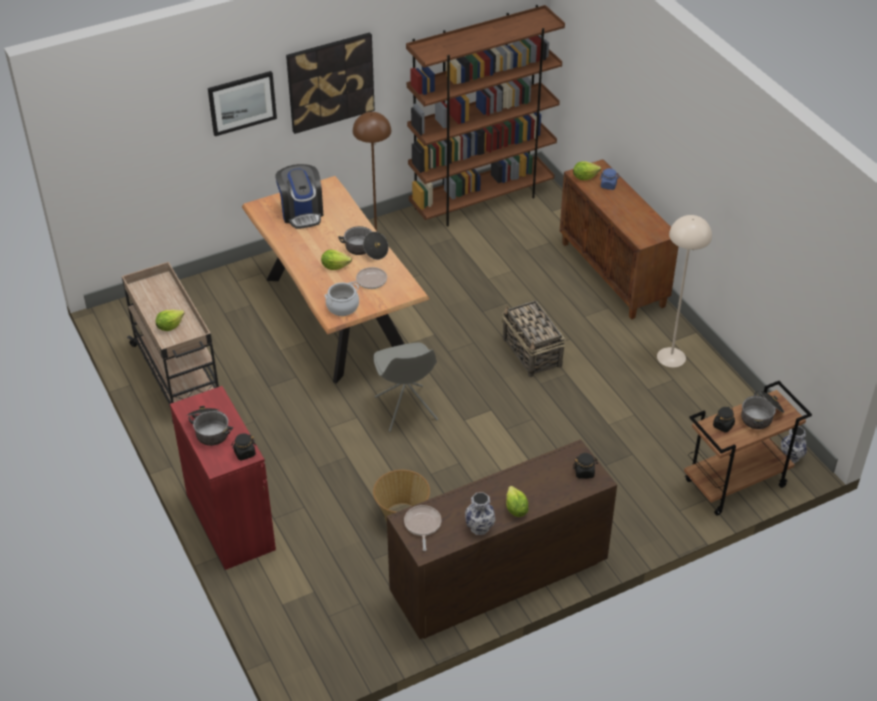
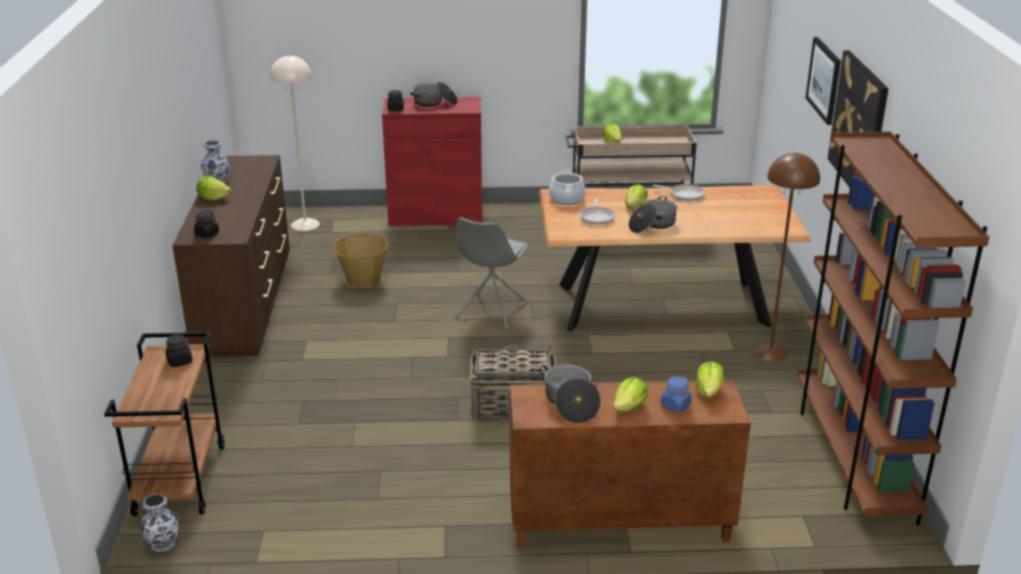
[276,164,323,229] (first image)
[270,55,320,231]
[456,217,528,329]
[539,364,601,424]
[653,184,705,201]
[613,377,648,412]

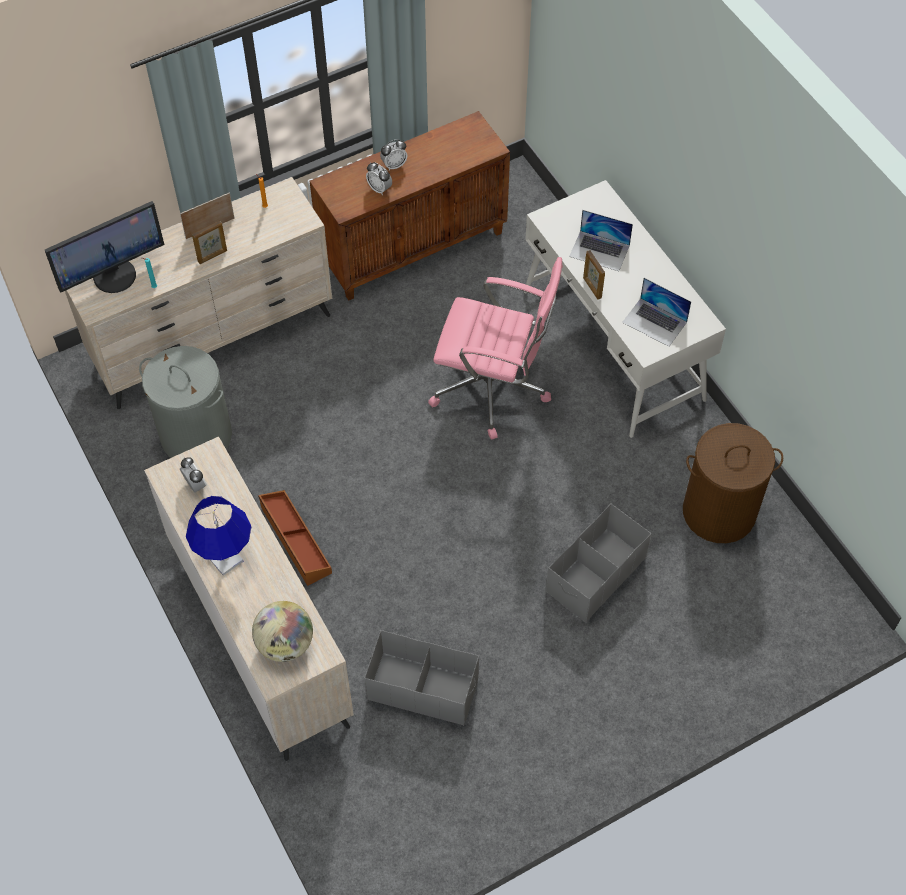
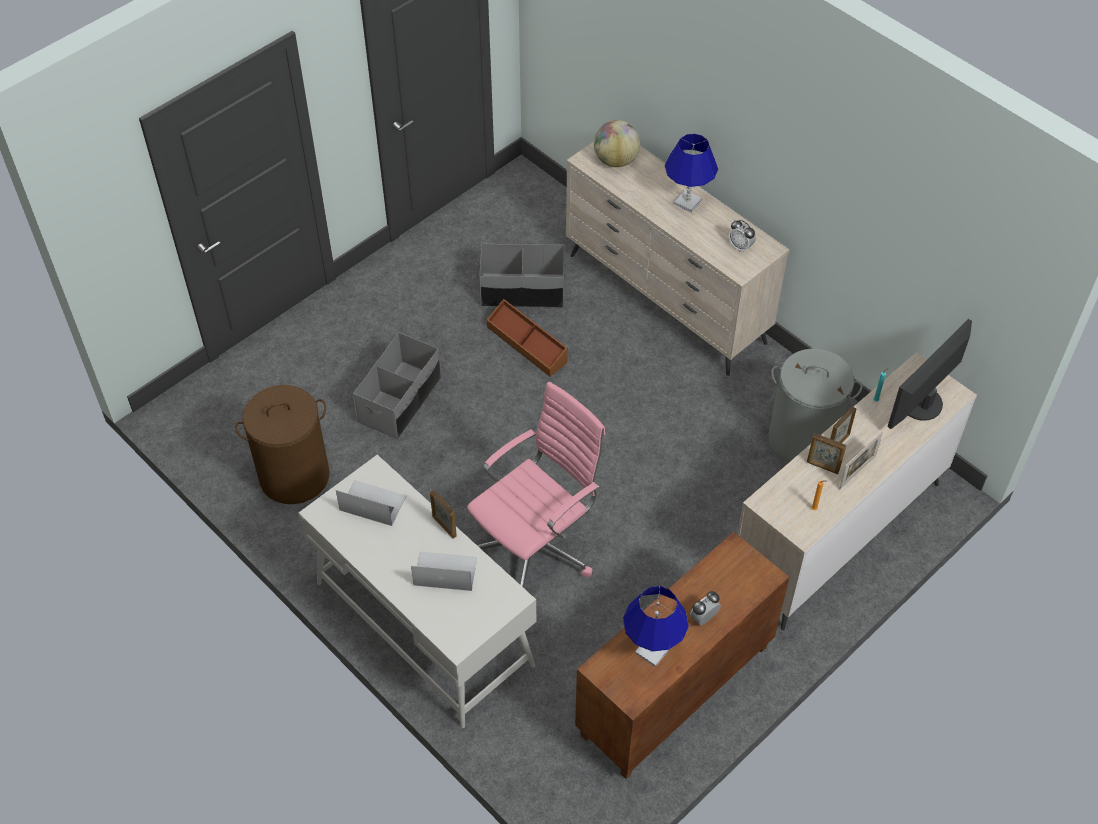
[366,162,392,195] (first image)
[467,382,605,588]
[487,299,568,377]
[807,433,847,474]
[623,586,689,667]

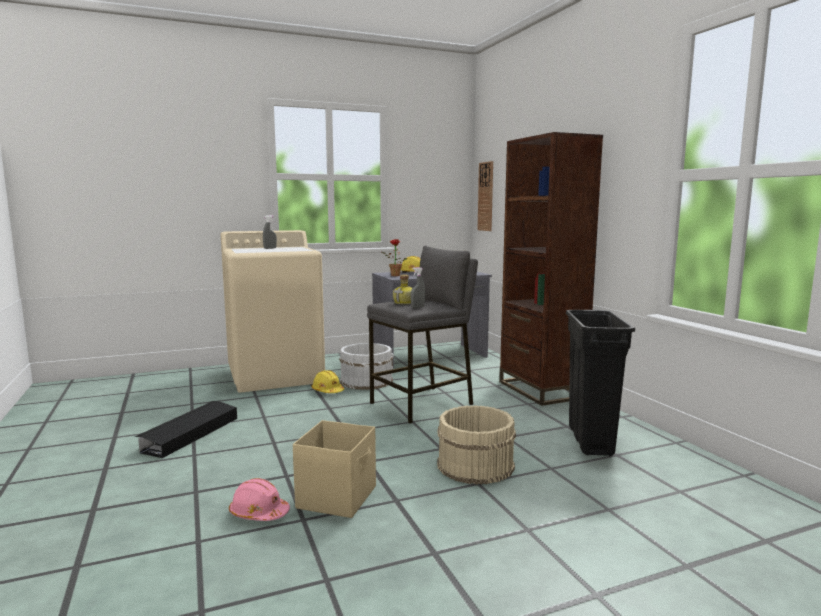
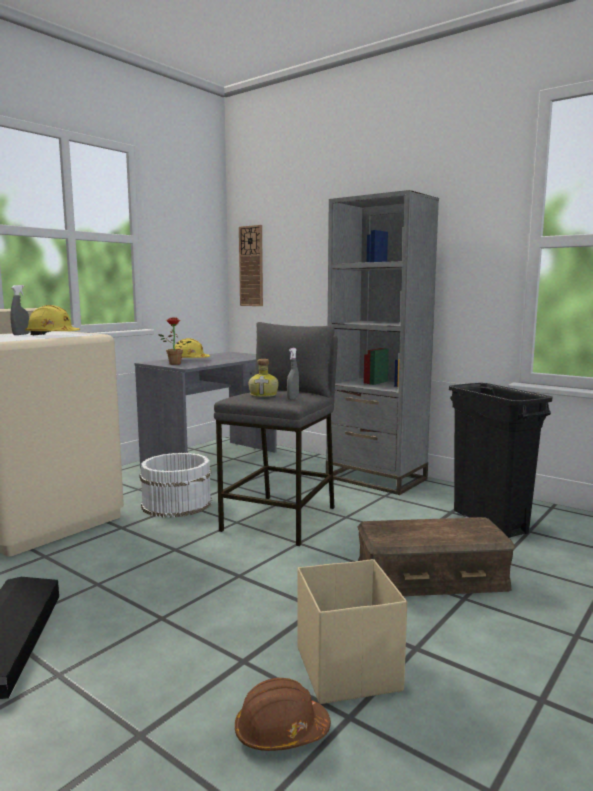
[326,190,439,495]
[25,305,80,335]
[358,517,515,596]
[235,678,331,751]

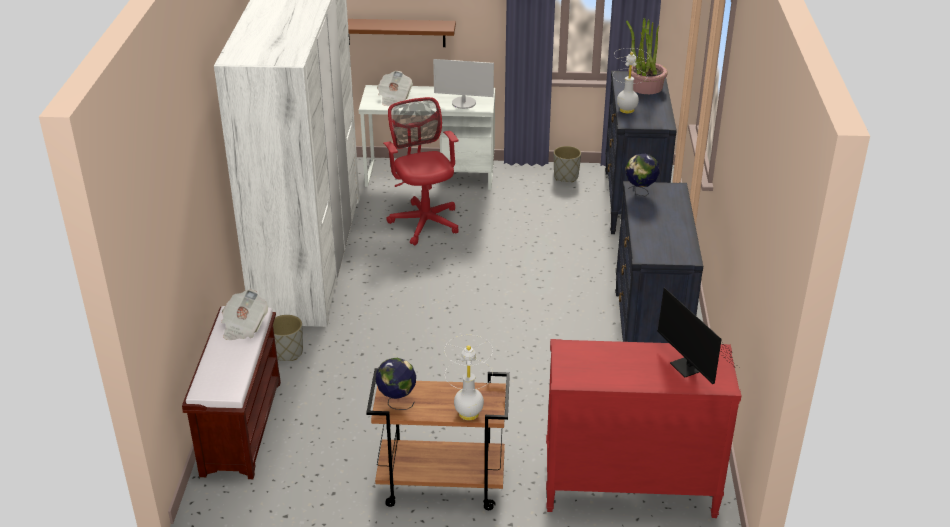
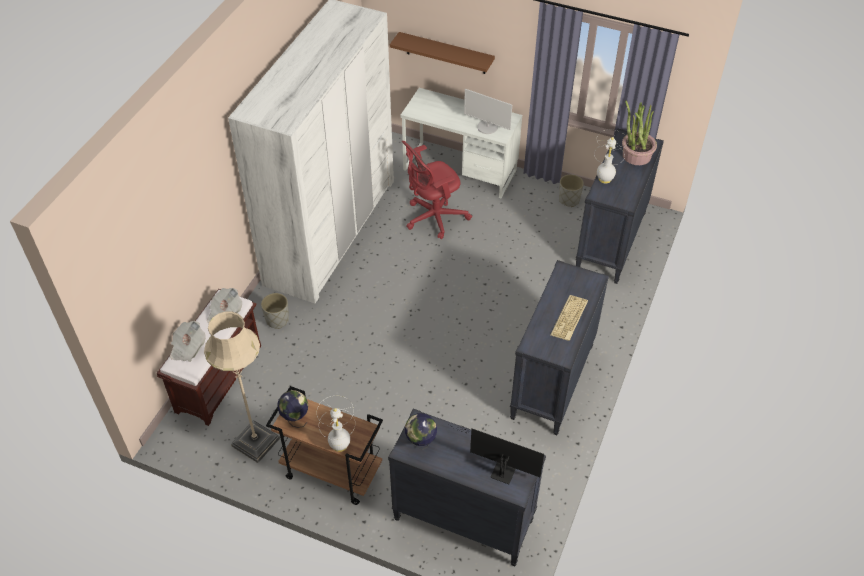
[170,321,206,362]
[402,141,472,239]
[405,413,437,450]
[449,425,544,484]
[388,408,546,566]
[550,295,588,341]
[204,311,280,463]

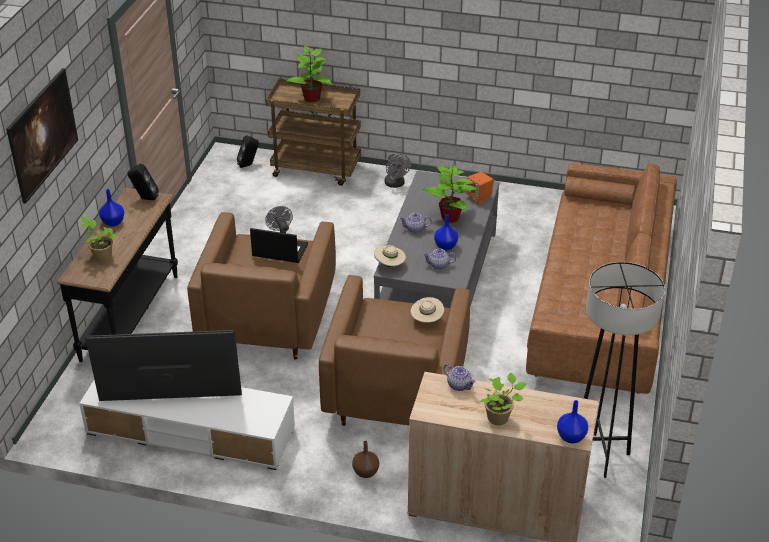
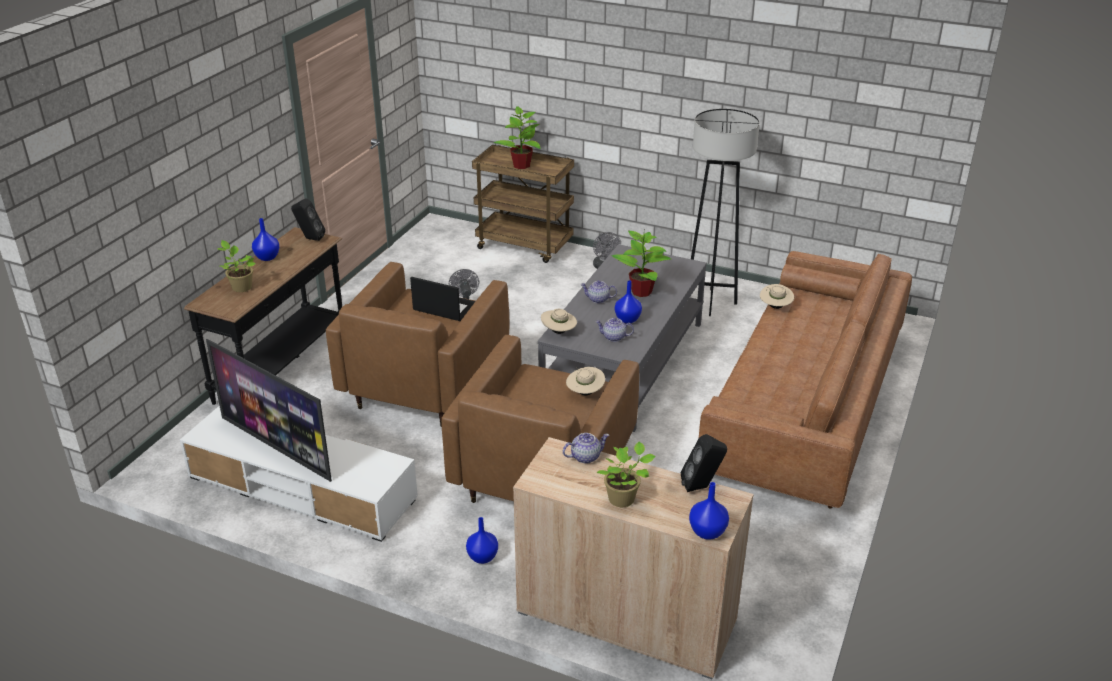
[6,68,78,203] (first image)
[681,434,727,492]
[465,172,494,204] (first image)
[691,109,760,316]
[206,339,332,482]
[563,433,609,464]
[466,517,498,564]
[760,284,794,309]

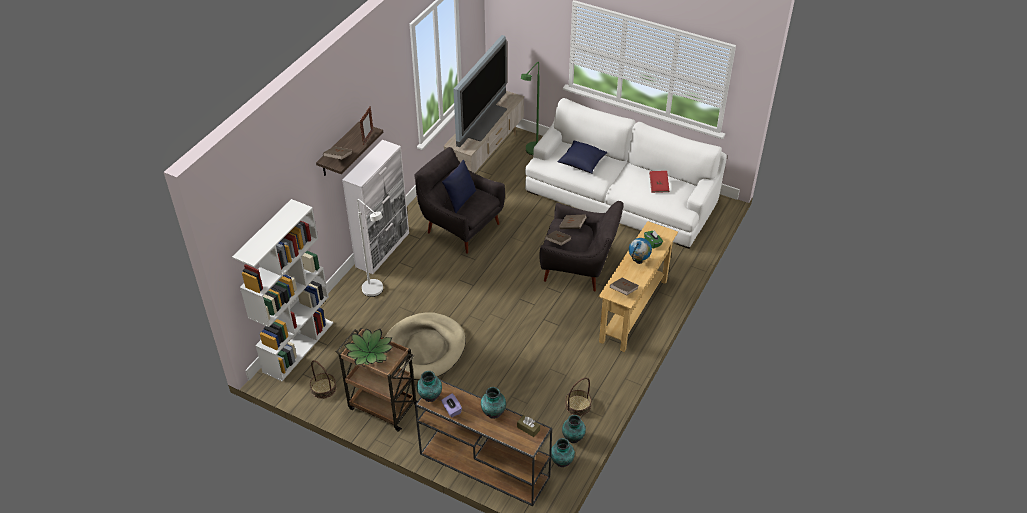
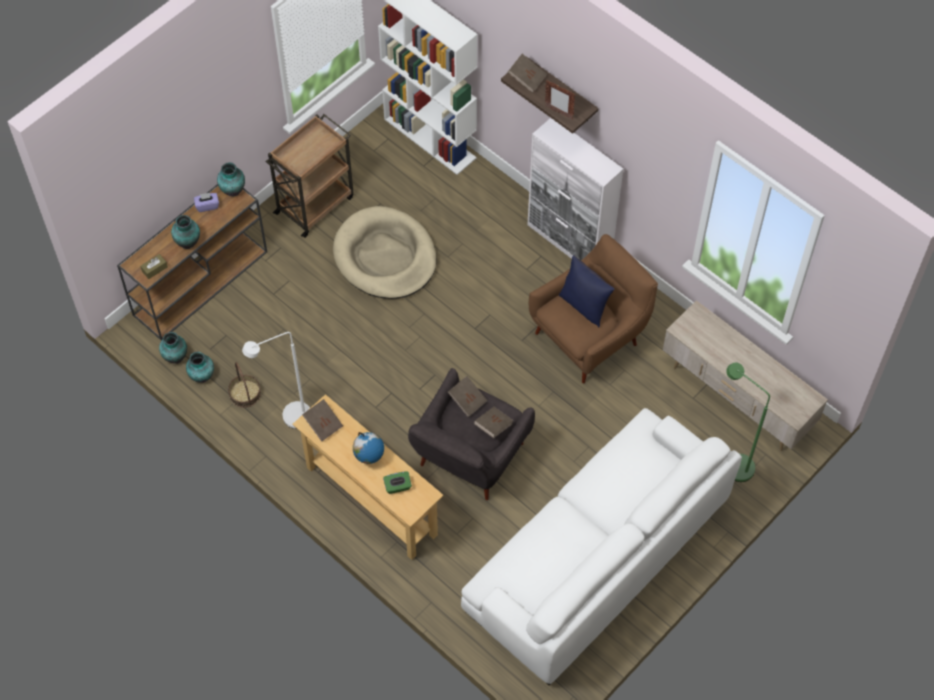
[453,35,507,147] (first image)
[558,140,608,174] (first image)
[529,234,658,383]
[649,171,669,193] (first image)
[242,332,310,429]
[344,328,393,367] (first image)
[310,360,337,399] (first image)

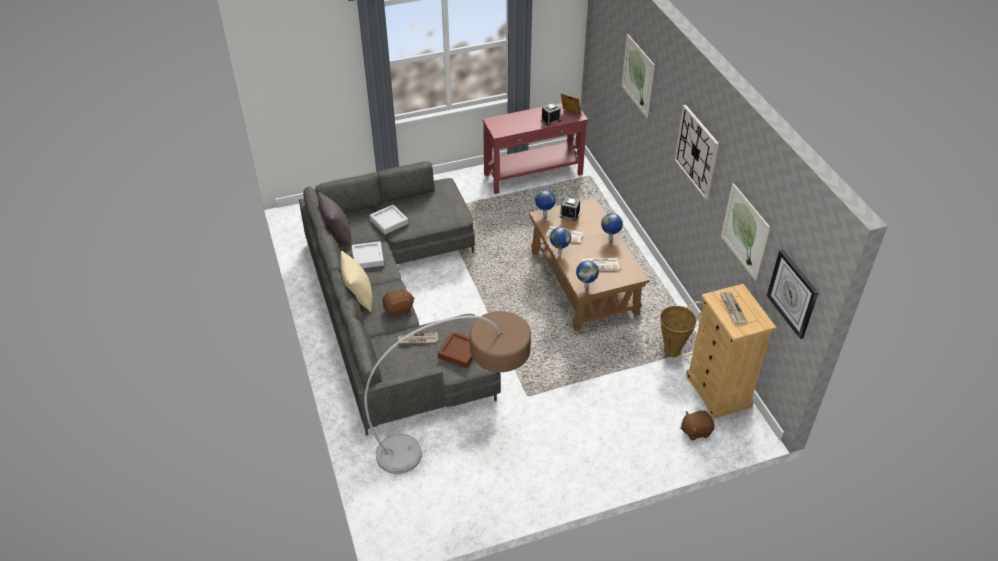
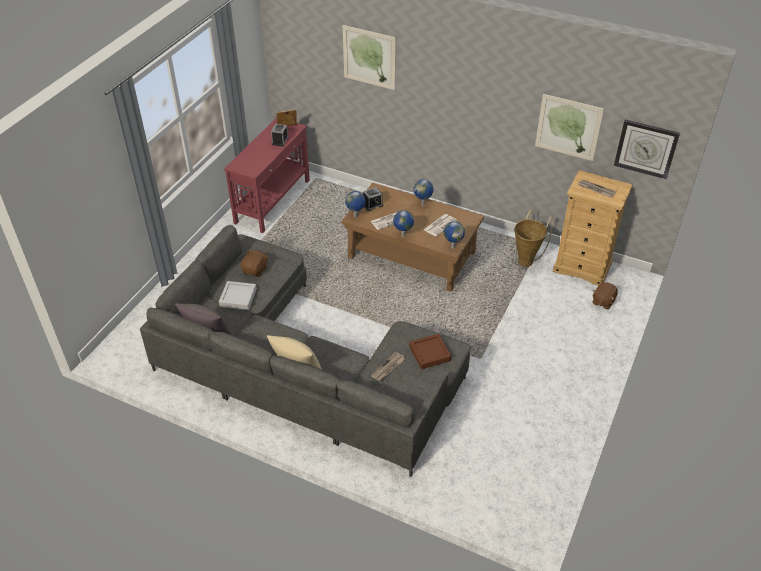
[674,105,719,200] (first image)
[352,241,384,268] (first image)
[241,250,268,277]
[364,311,531,474] (first image)

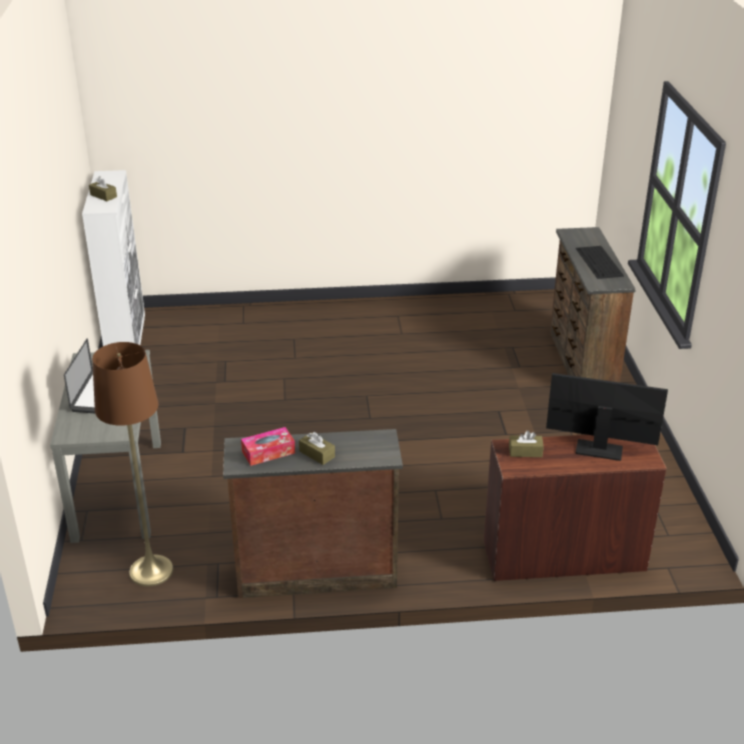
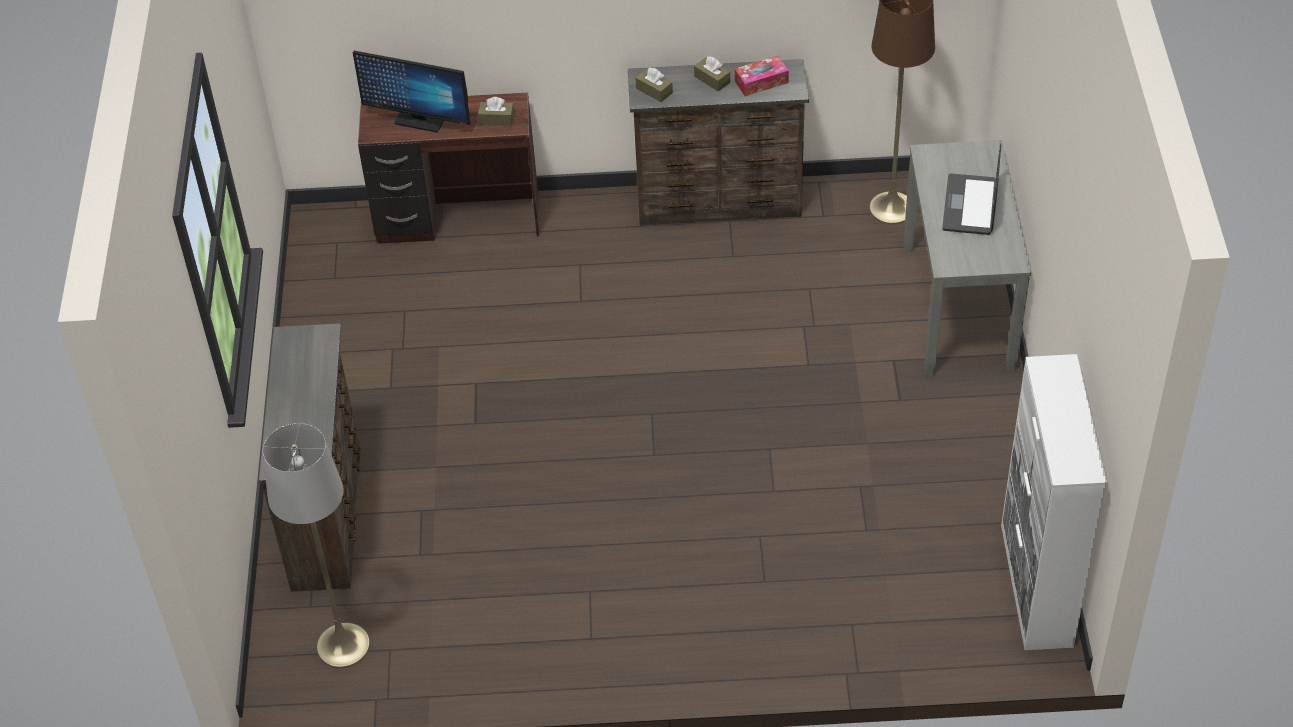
[636,68,673,102]
[576,246,624,279] (first image)
[263,423,370,669]

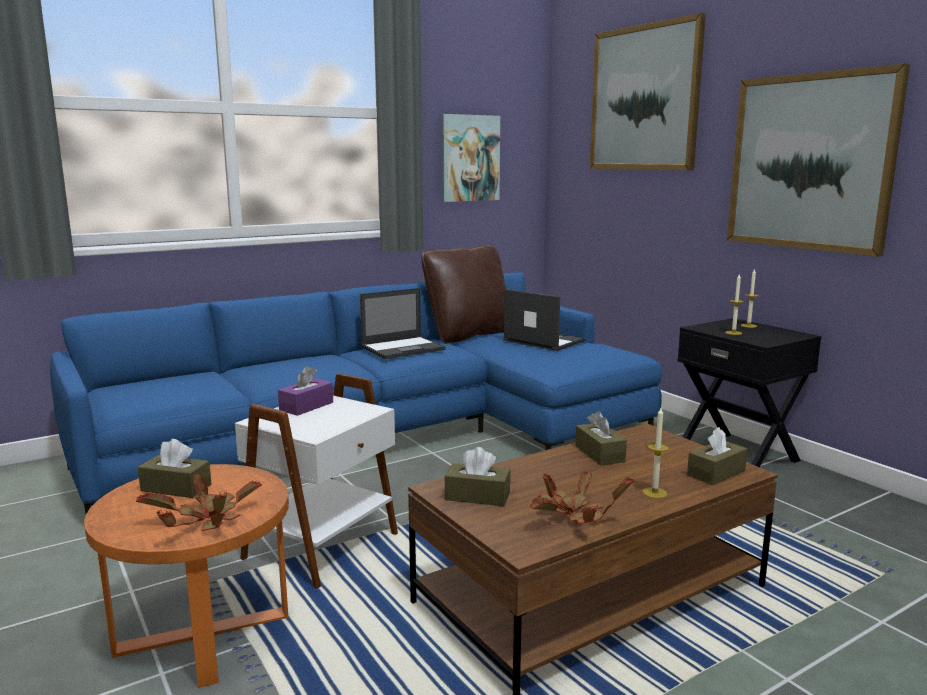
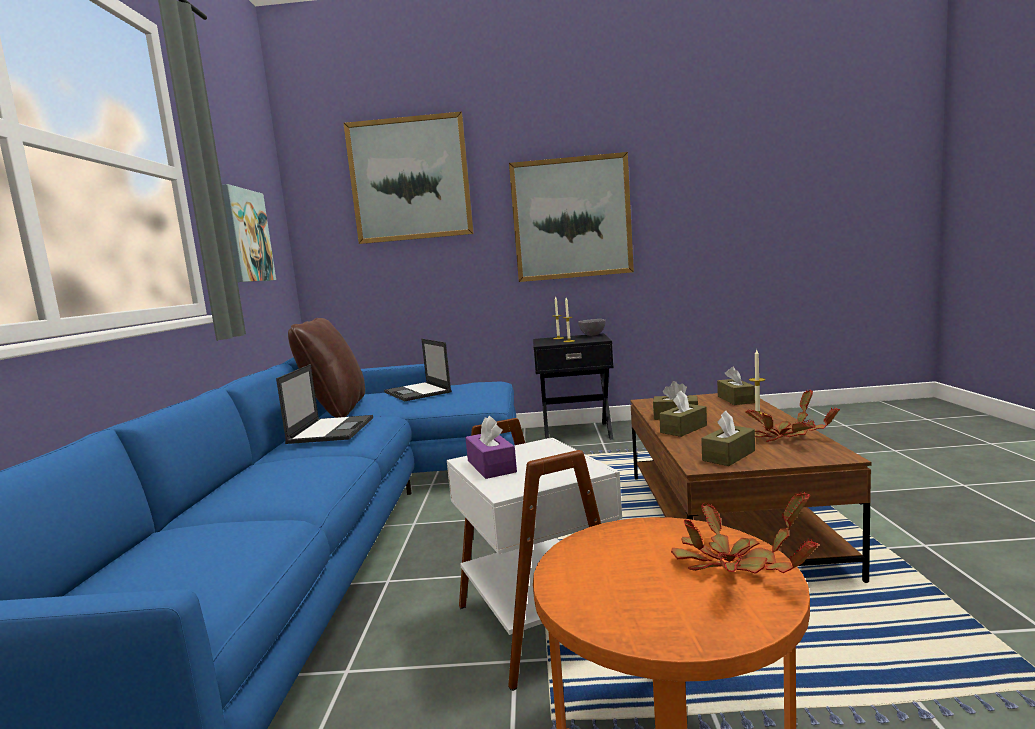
[384,339,452,401]
[659,391,707,437]
[578,319,606,336]

